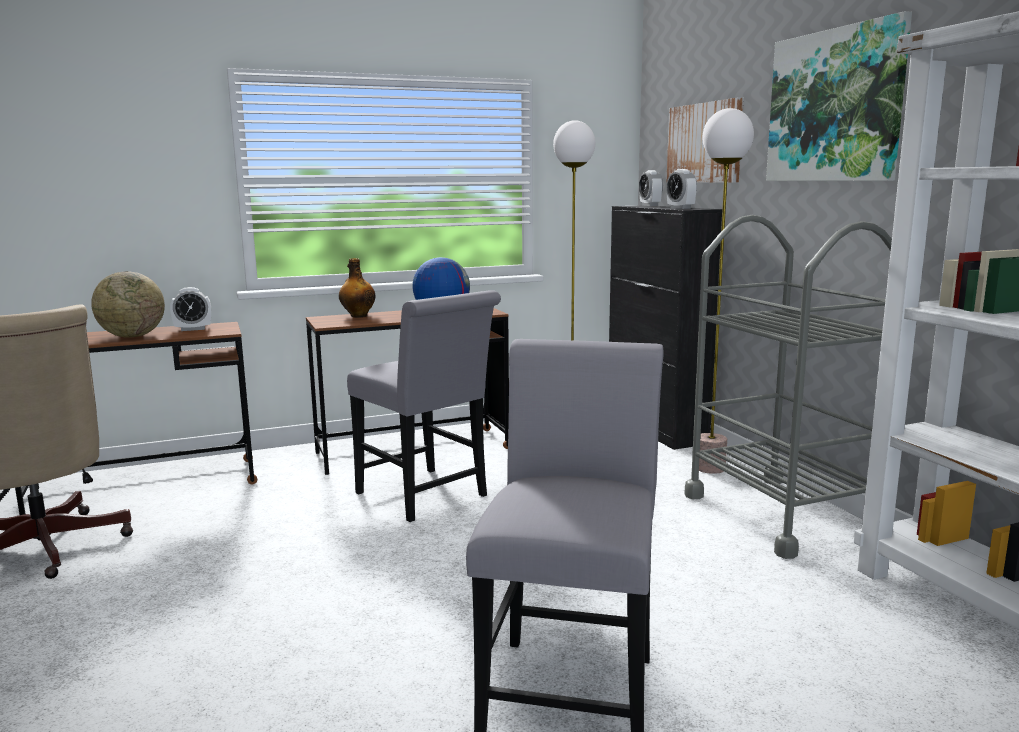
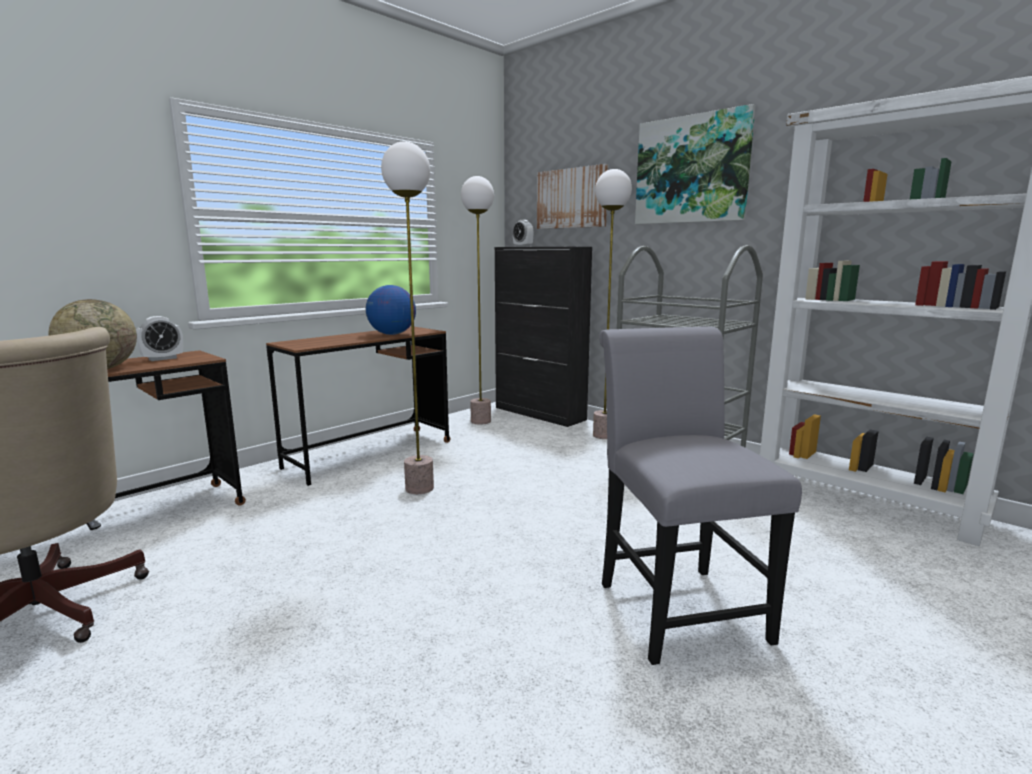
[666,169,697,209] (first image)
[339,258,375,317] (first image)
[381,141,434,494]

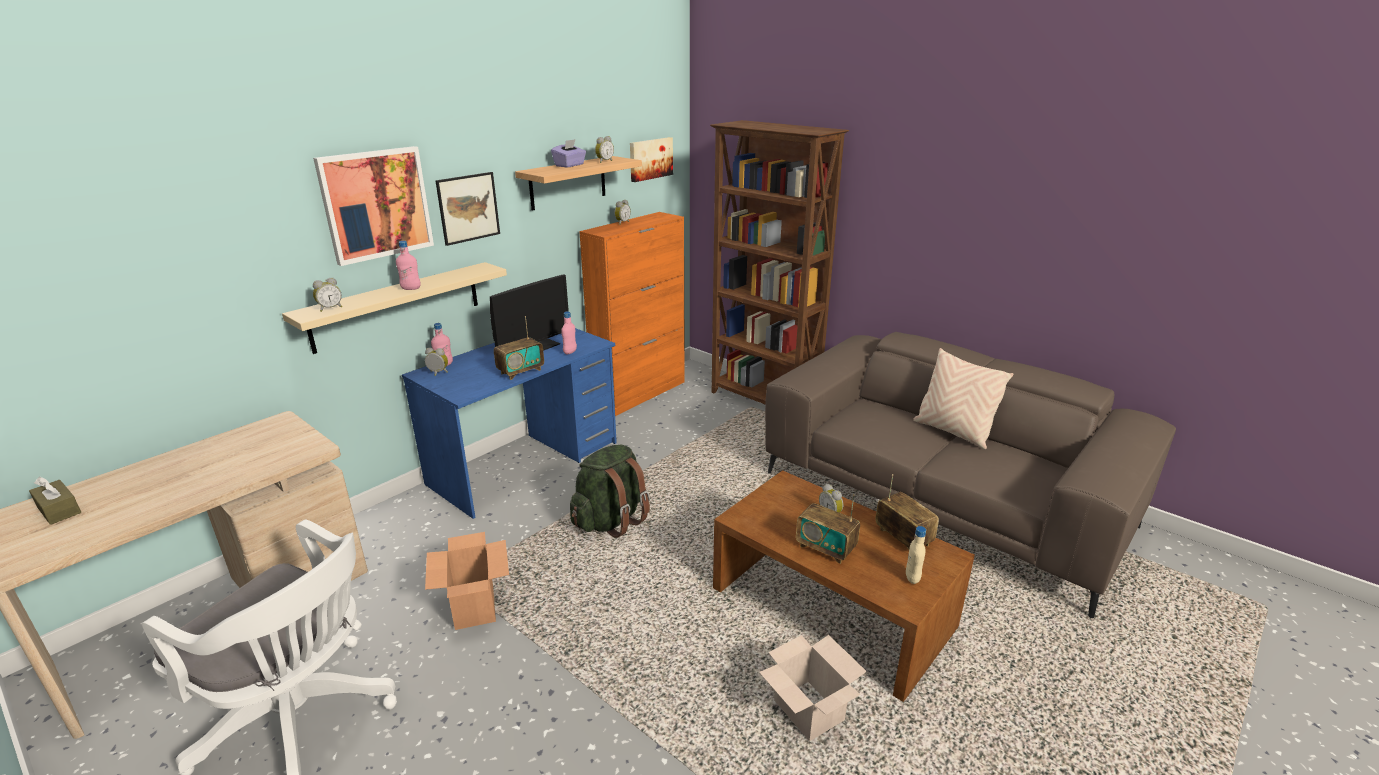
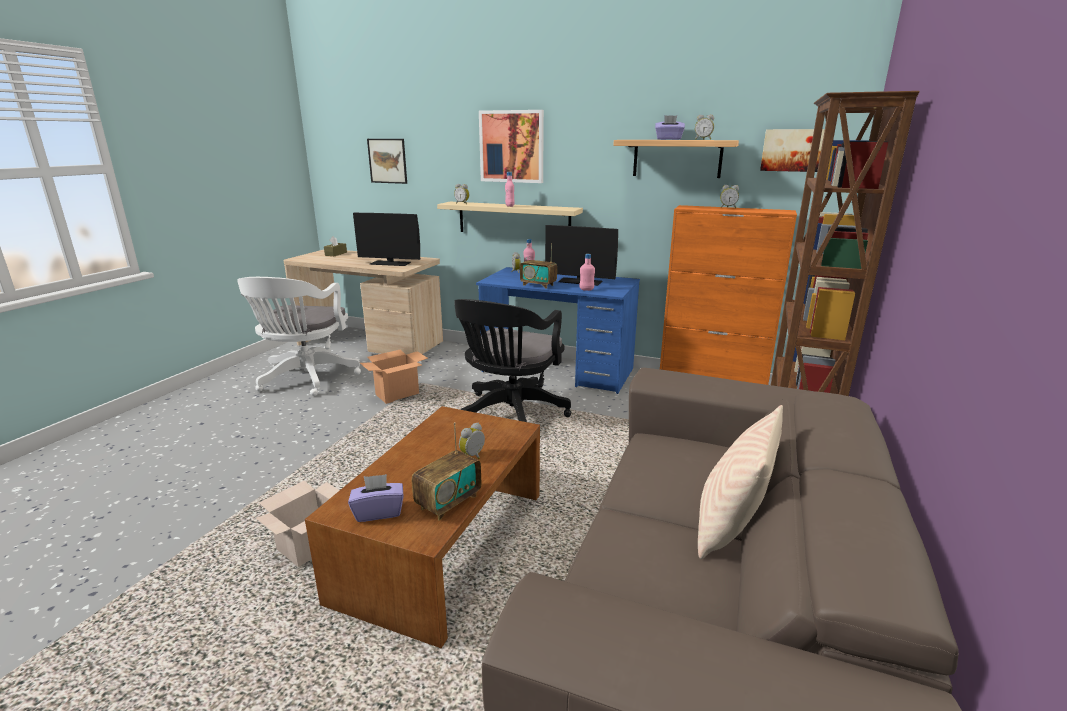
[367,139,407,184]
[454,299,571,422]
[796,494,860,564] (first image)
[348,474,404,522]
[353,213,420,266]

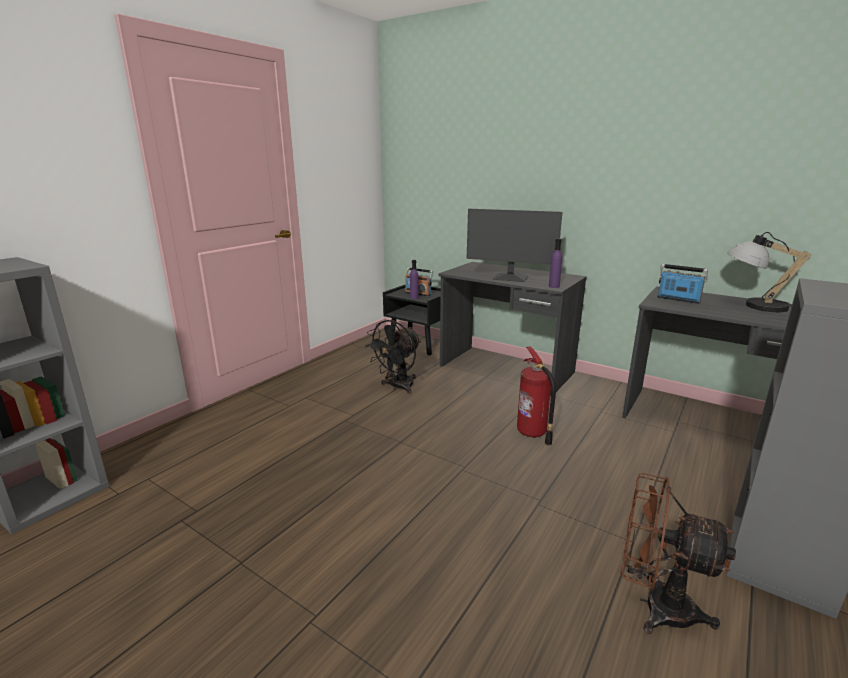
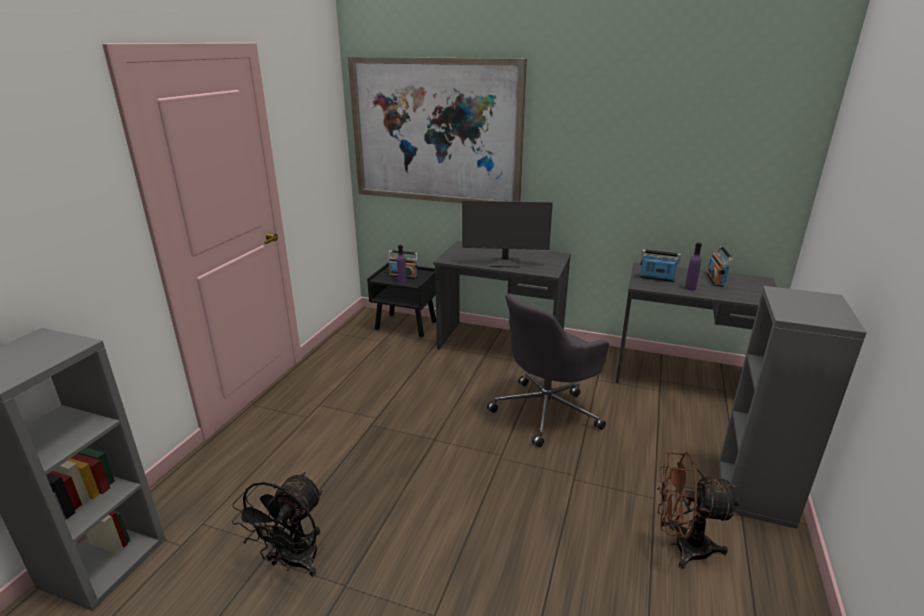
[707,246,733,286]
[685,243,702,291]
[232,472,322,577]
[487,294,609,447]
[348,57,527,203]

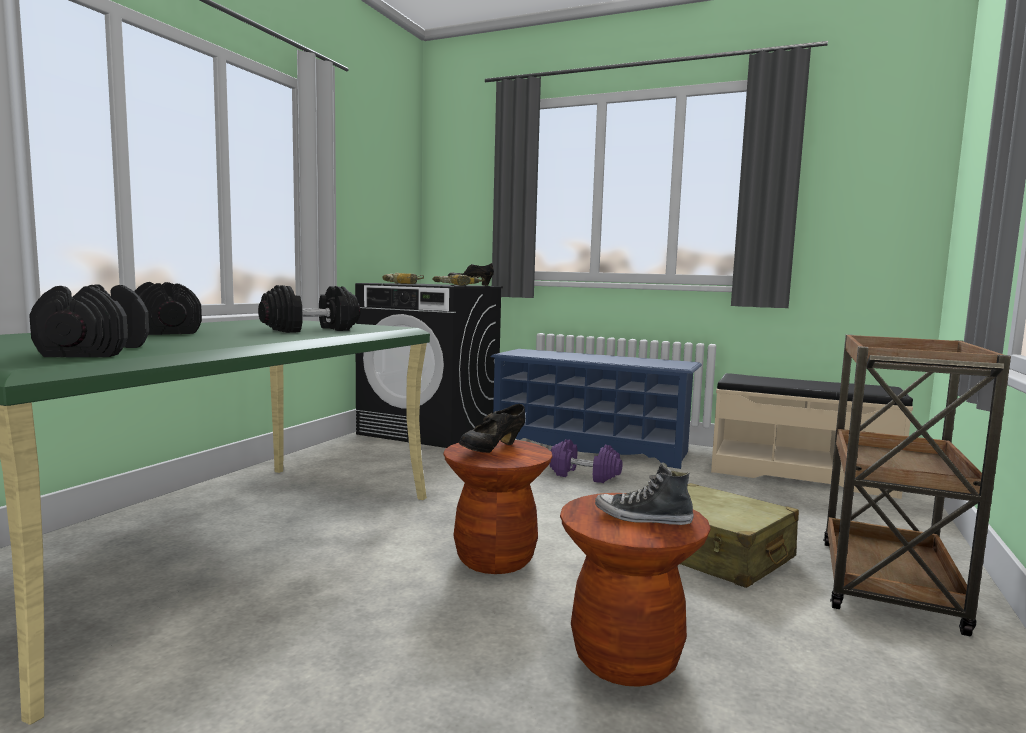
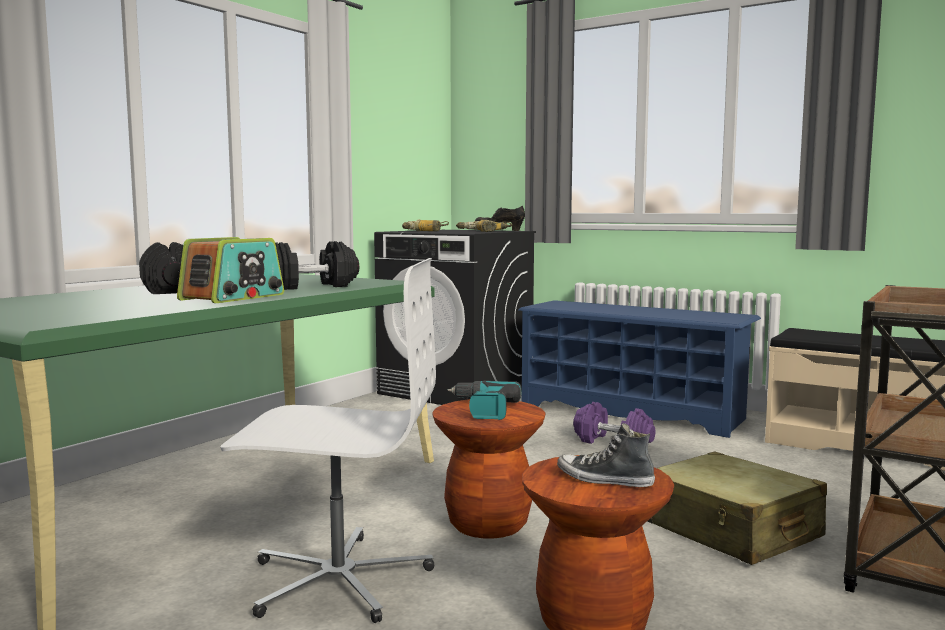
[29,284,149,357] (first image)
[448,380,522,420]
[177,237,284,303]
[221,258,436,623]

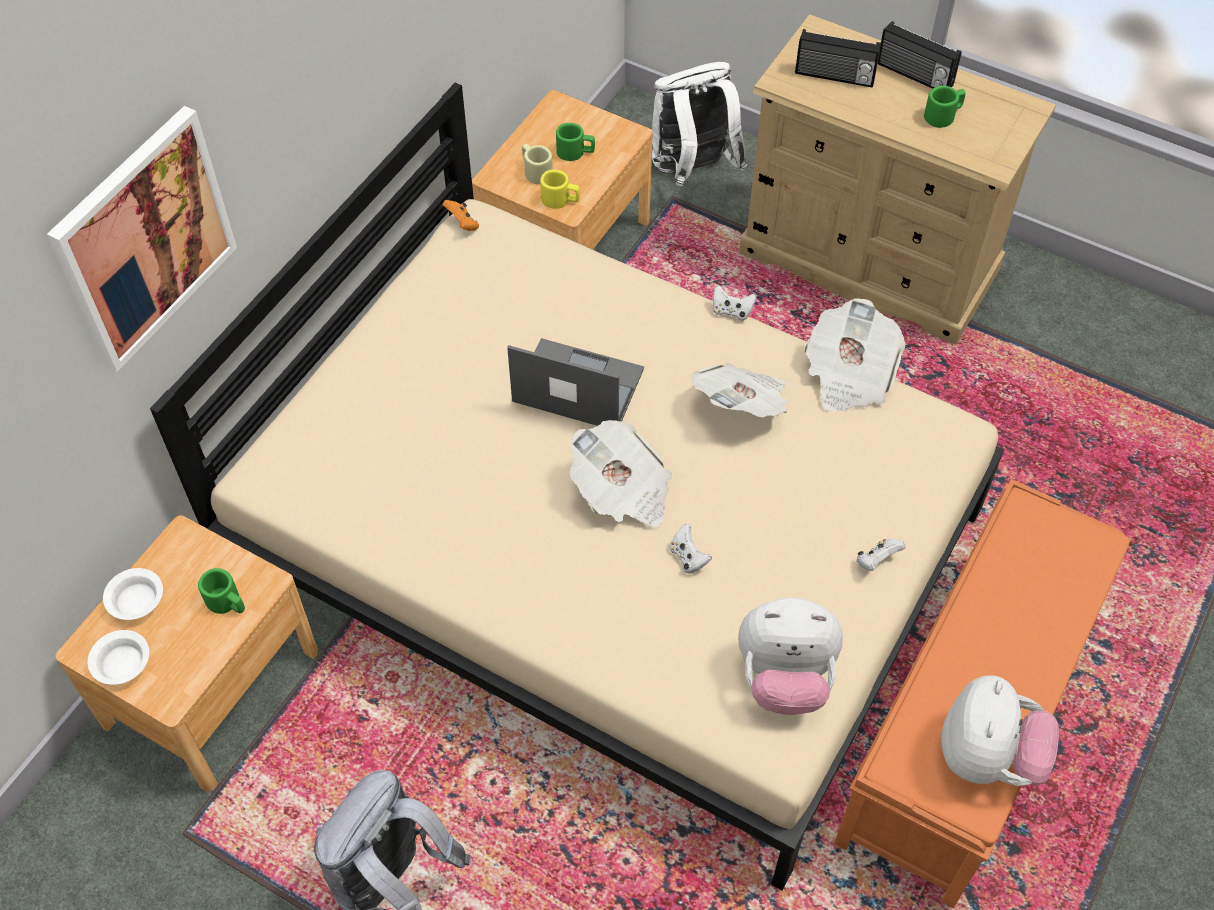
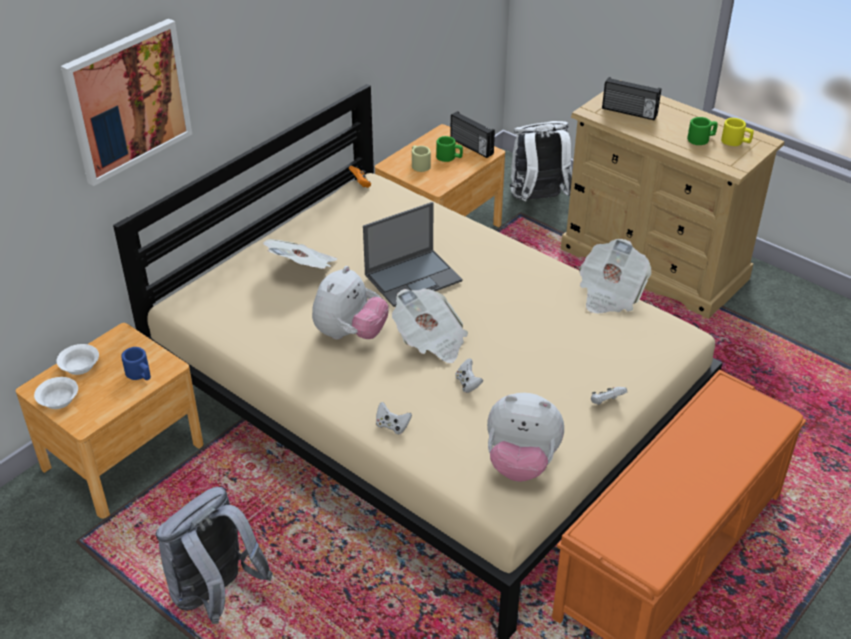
[450,111,495,158]
[721,118,754,146]
[376,402,412,434]
[363,202,463,307]
[263,239,337,269]
[121,347,151,380]
[312,266,389,340]

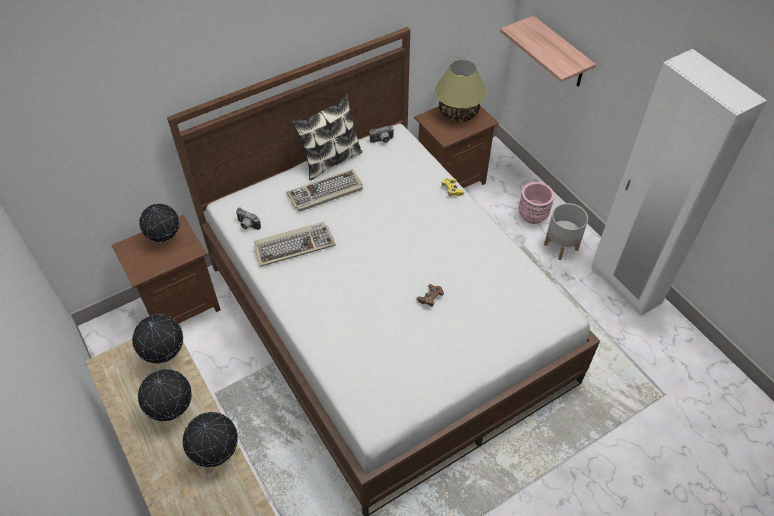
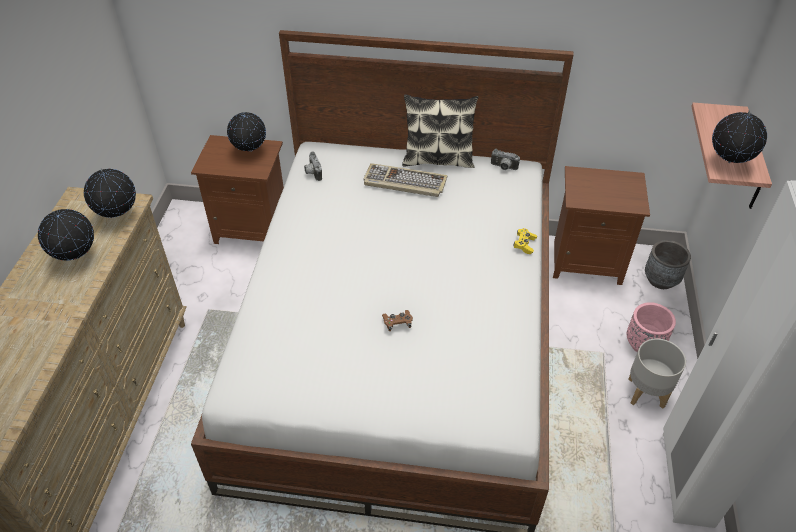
[435,60,487,122] (first image)
[254,222,336,267] (first image)
[712,111,767,163]
[645,240,691,289]

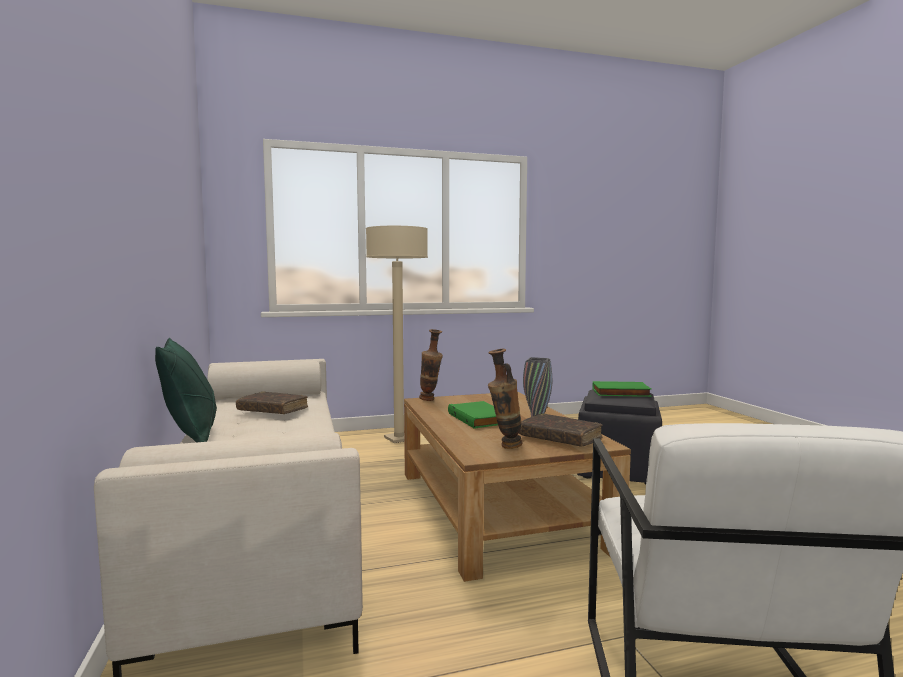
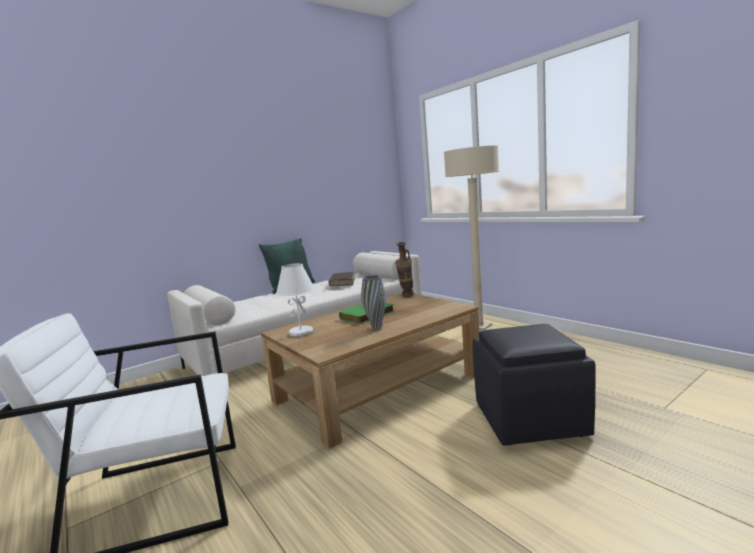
[276,263,315,336]
[592,381,652,397] (first image)
[519,413,602,447] (first image)

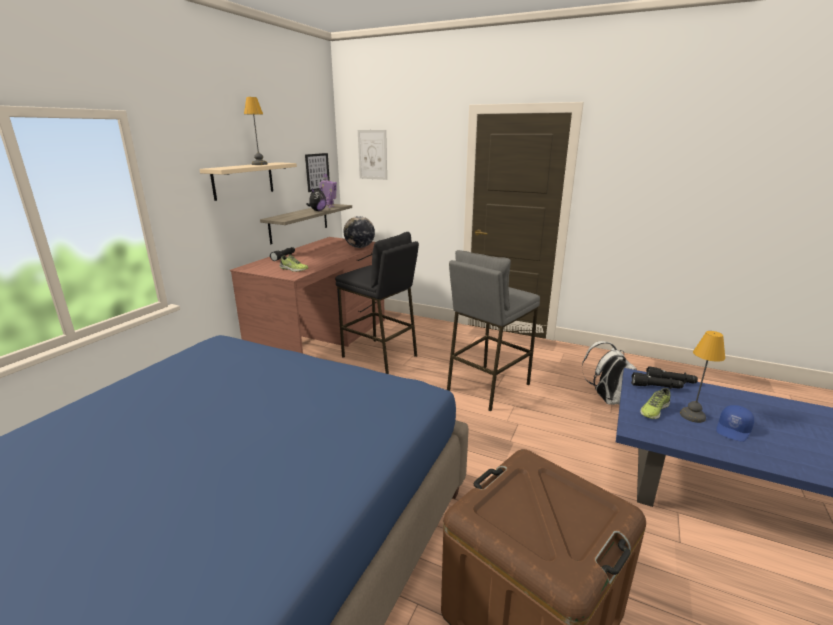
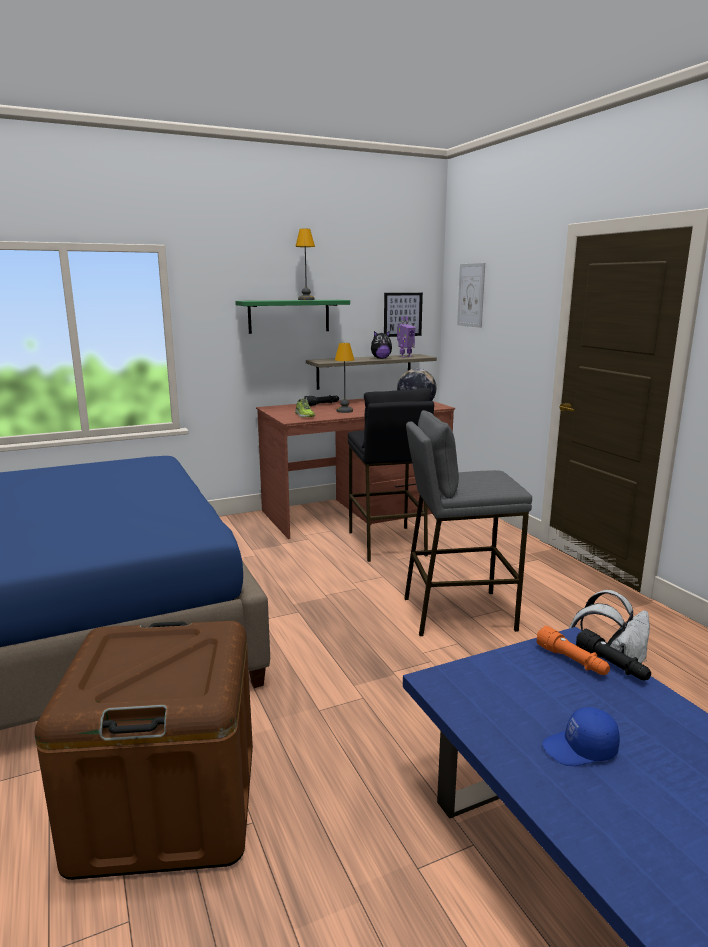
[235,300,350,334]
[335,343,354,413]
[536,626,610,675]
[640,388,670,419] (first image)

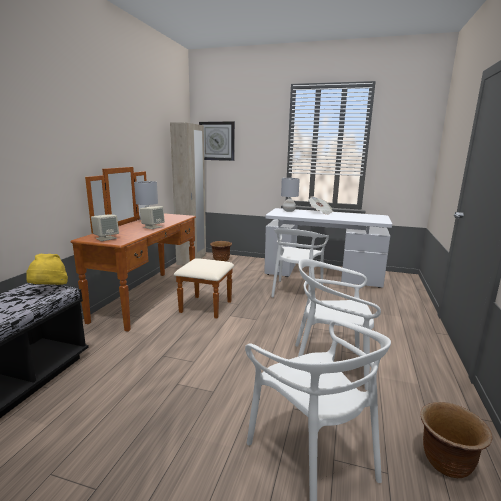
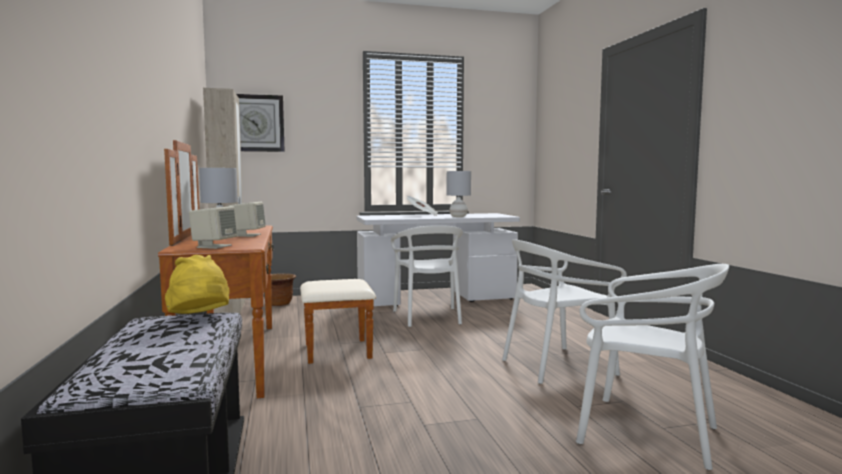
[447,171,471,217]
[420,402,492,478] (first image)

